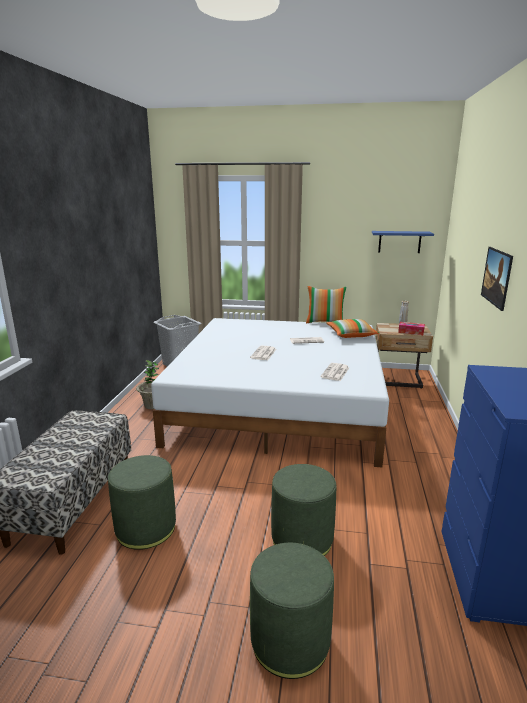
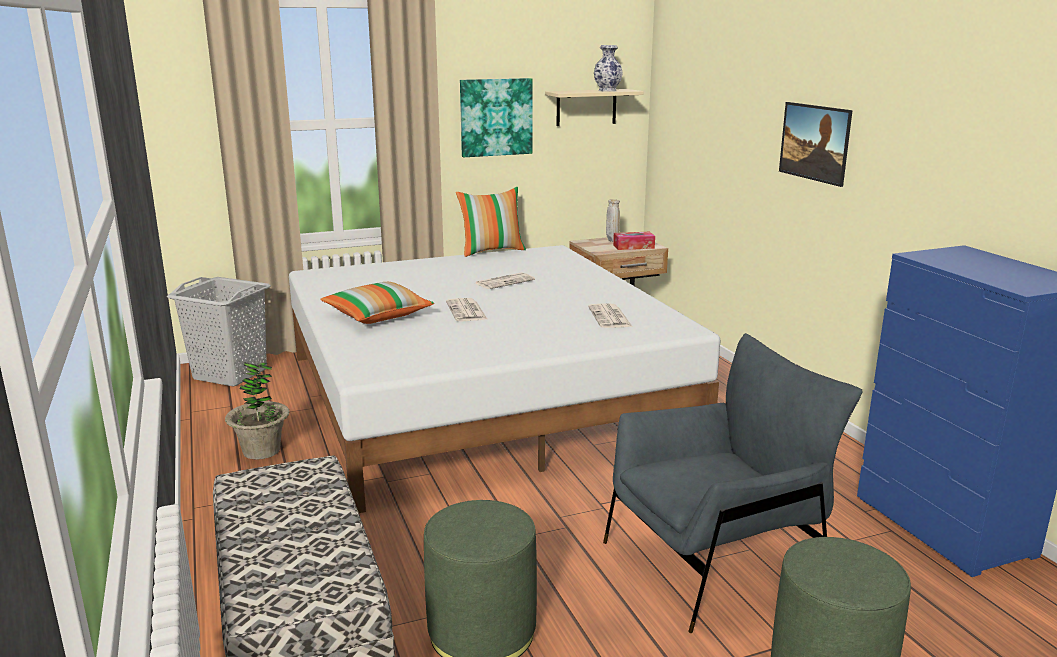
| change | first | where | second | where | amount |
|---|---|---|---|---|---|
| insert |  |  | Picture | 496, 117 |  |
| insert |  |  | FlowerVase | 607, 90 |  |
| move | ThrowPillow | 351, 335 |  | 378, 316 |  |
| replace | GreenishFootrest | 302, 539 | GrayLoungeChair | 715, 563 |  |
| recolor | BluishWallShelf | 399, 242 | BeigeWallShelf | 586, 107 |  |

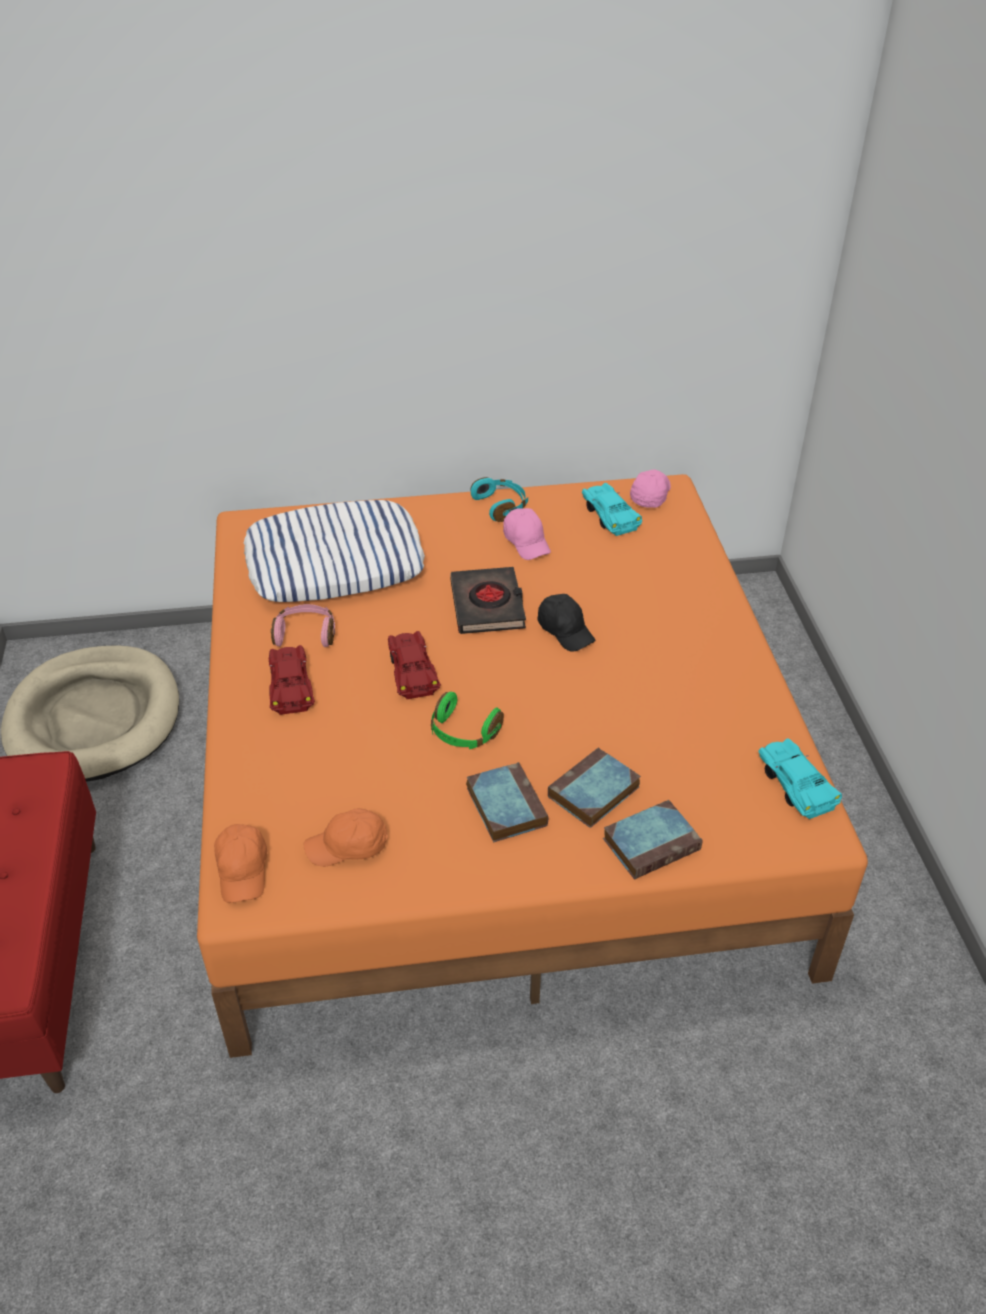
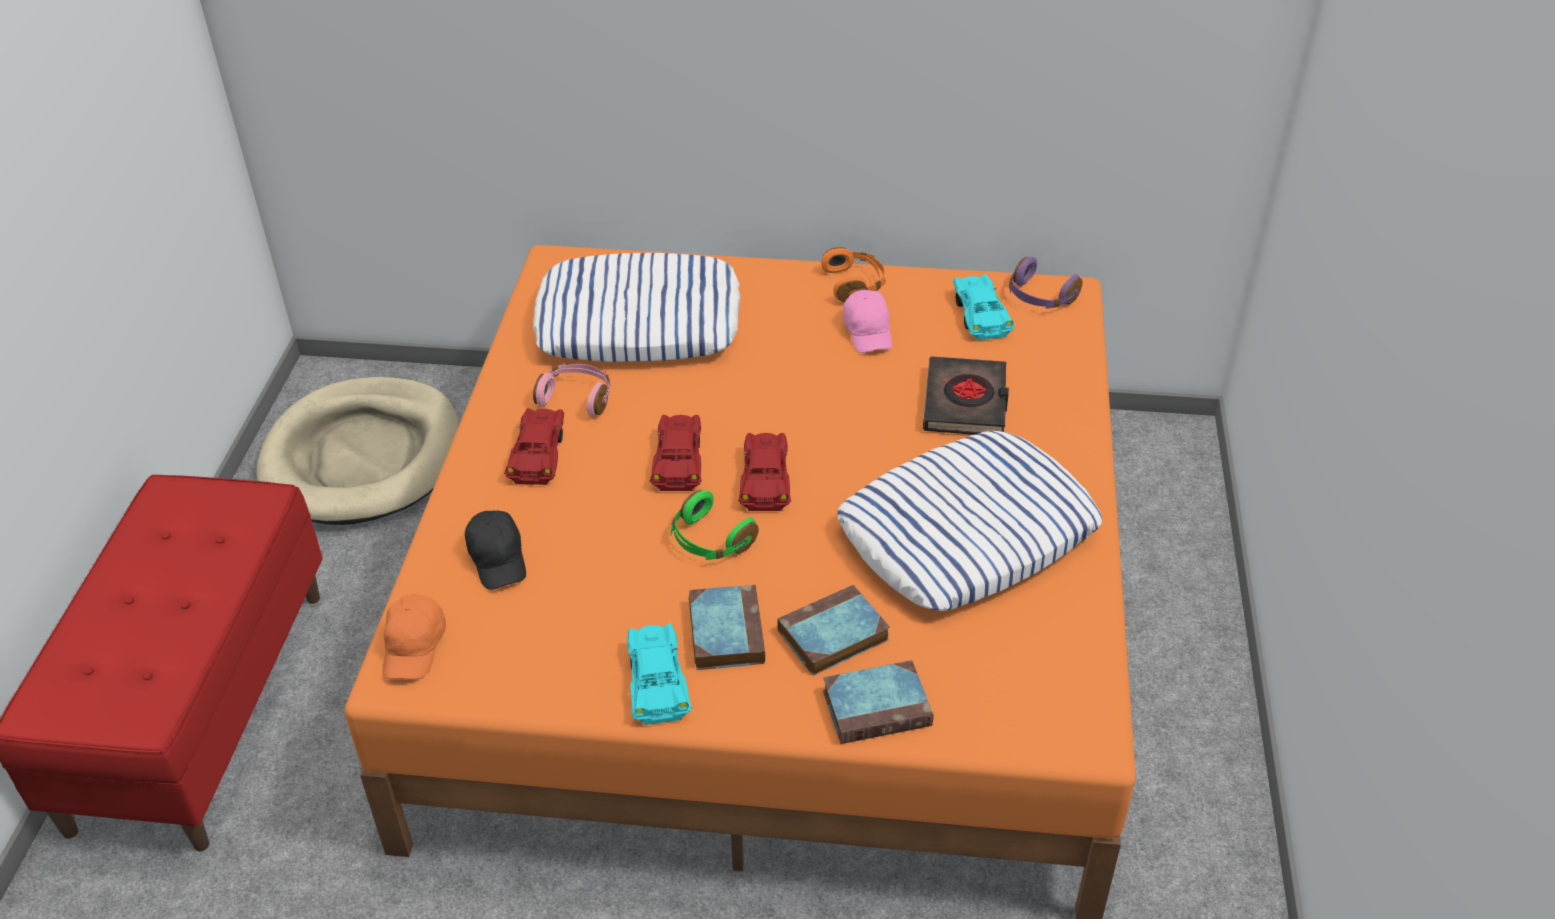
| change | first | where | second | where | amount |
|---|---|---|---|---|---|
| delete | OrangeColouredBaseballCap | 348, 847 |  |  |  |
| insert |  |  | ReddishToyCar | 766, 479 |  |
| insert |  |  | ThrowPillow | 967, 532 |  |
| move | BlackColouredVolume | 488, 606 |  | 965, 403 |  |
| move | BlackColouredBaseballCap | 565, 630 |  | 498, 559 |  |
| move | TurquoiseToyCar | 795, 785 |  | 657, 681 |  |
| replace | PinkishBaseballCap | 650, 495 | PurpleColouredHeadset | 1040, 297 |  |
| recolor | TurquoiseHeadset | 501, 506 | OrangeColouredHeadset | 854, 284 |  |

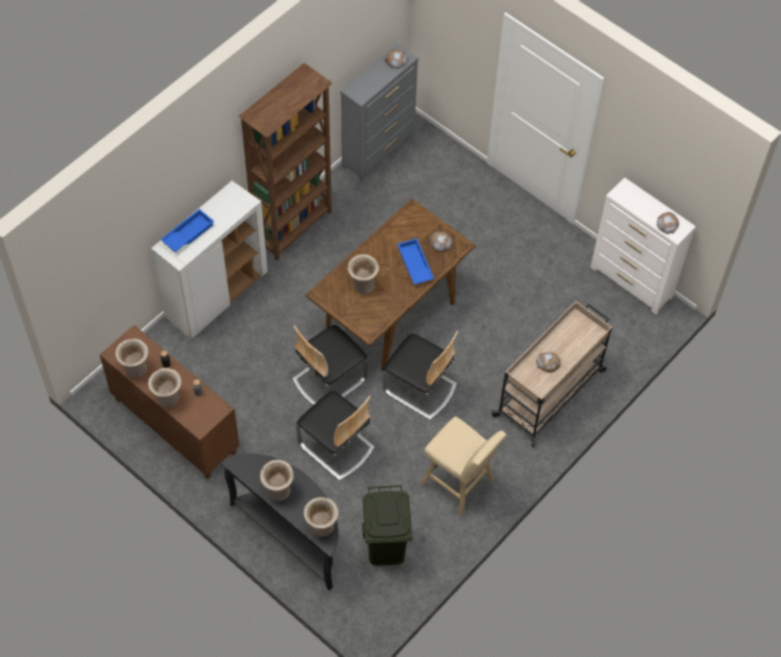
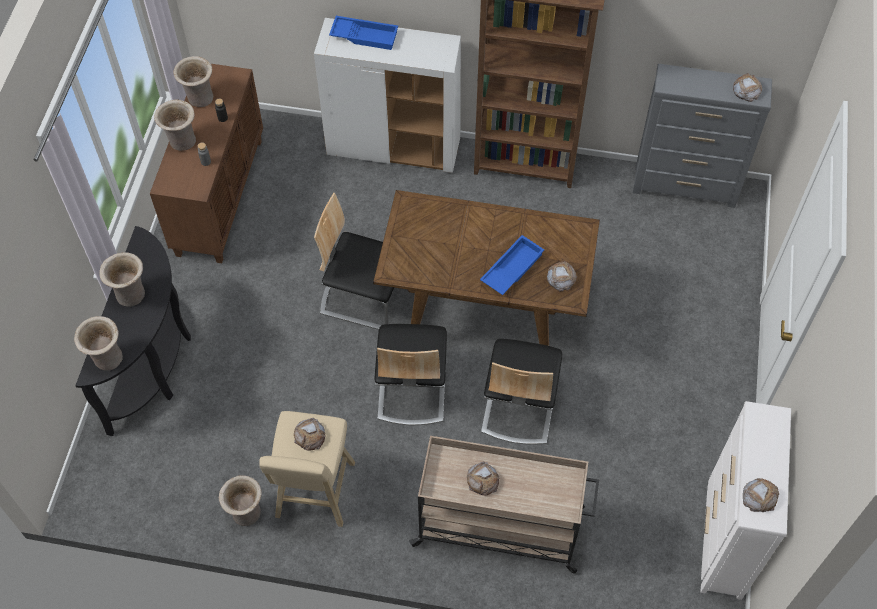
| change | first | where | second | where | amount |
|---|---|---|---|---|---|
| delete | GreenishRubbishBin | 385, 547 |  |  |  |
| insert |  |  | BakeryBread | 310, 436 |  |
| move | Chair | 336, 446 |  | 518, 405 |  |
| move | BeigeFlowerVase | 363, 286 |  | 245, 512 |  |

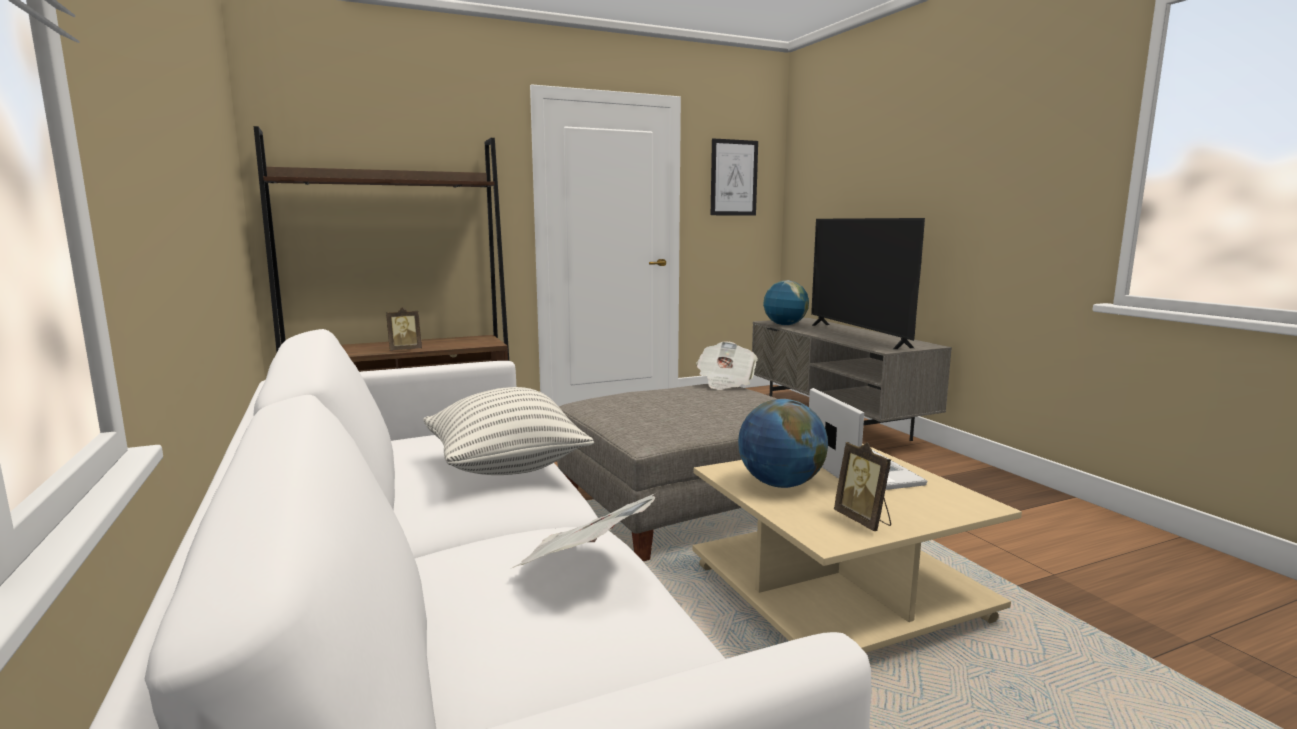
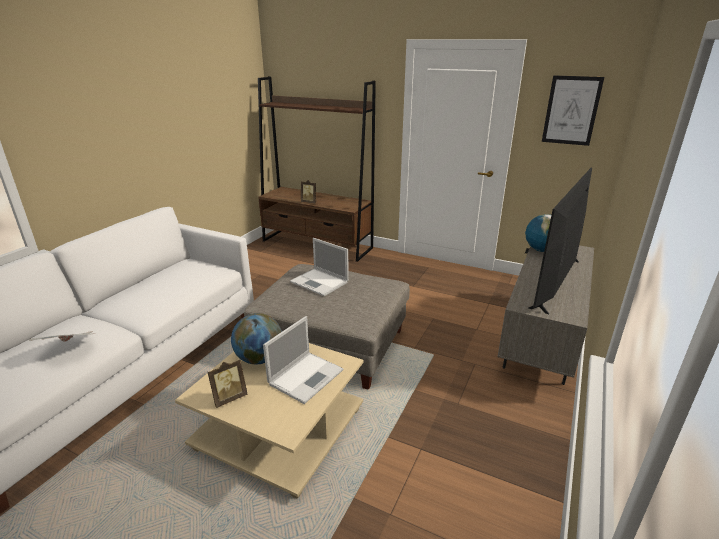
| change | first | where | second | where | amount |
|---|---|---|---|---|---|
| delete | ThrowPillow | 506, 468 |  |  |  |
| delete | DailyPaper | 725, 382 |  |  |  |
| insert |  |  | Laptop | 320, 282 |  |
| rotate | PictureFrame | 864, 520 |  | 229, 398 | 150 degrees counterclockwise |

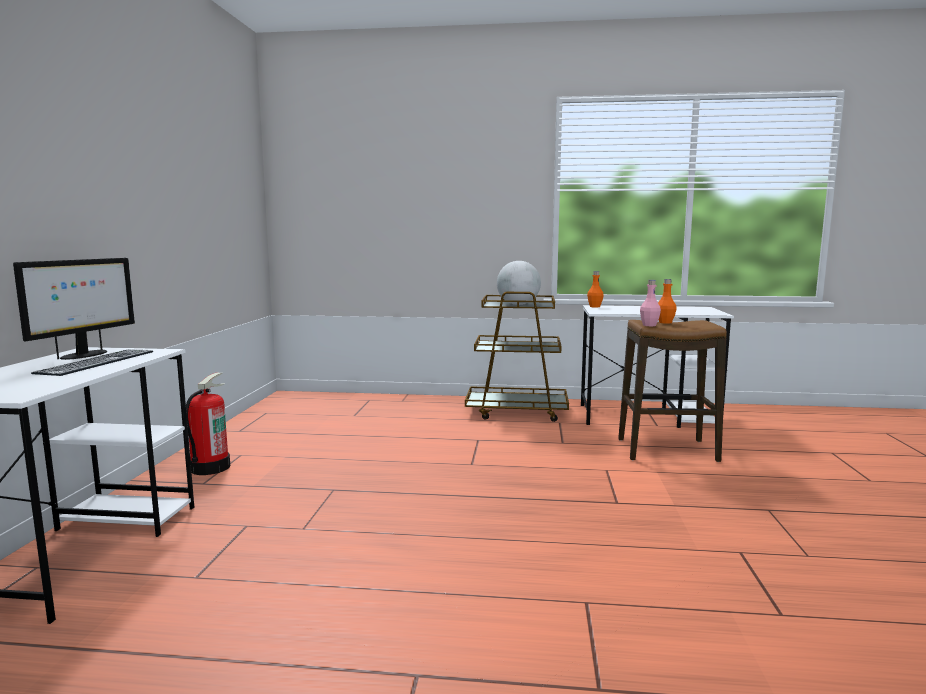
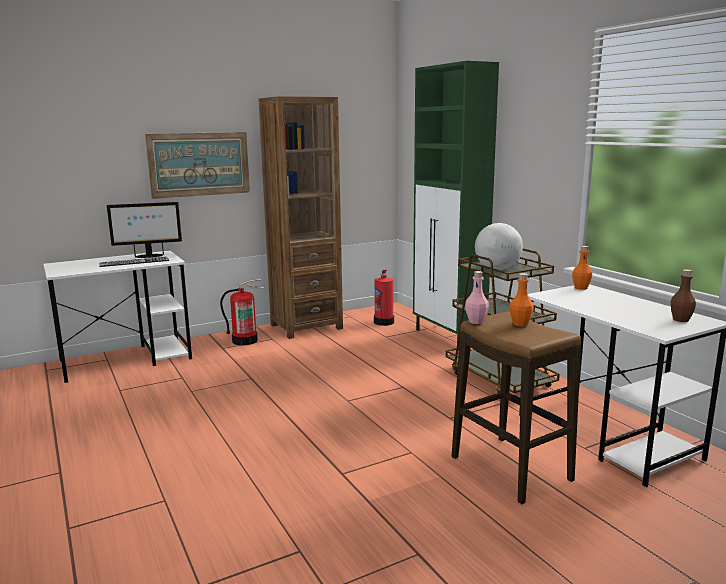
| change | first | where | second | where | amount |
|---|---|---|---|---|---|
| insert |  |  | Picture | 199, 164 |  |
| insert |  |  | BrownishBookshelf | 306, 326 |  |
| insert |  |  | Extinguisher | 384, 322 |  |
| insert |  |  | GreenishCupboard | 448, 337 |  |
| insert |  |  | BrownishBeverageBottle | 680, 319 |  |

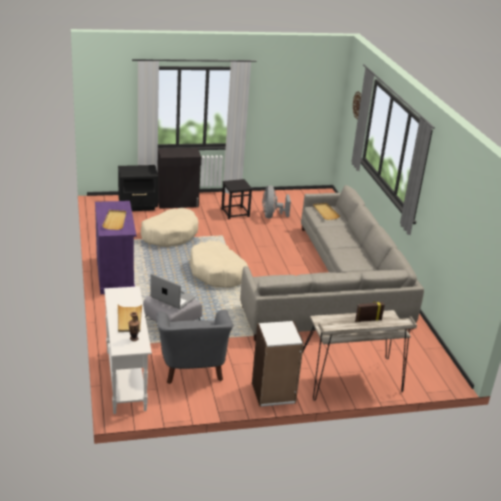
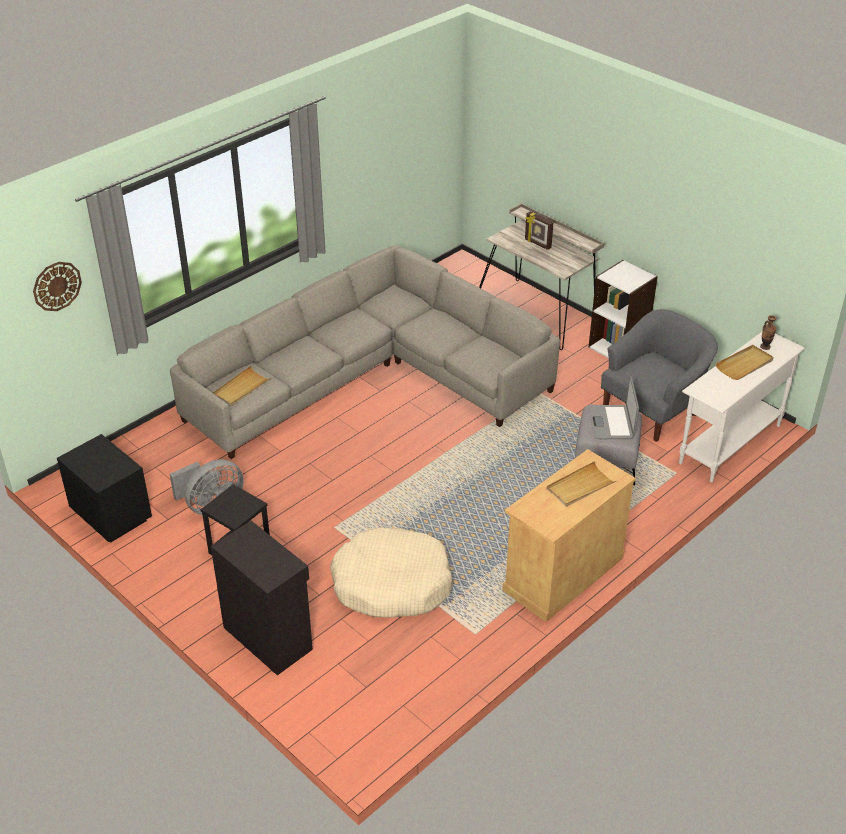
| change | first | where | second | where | amount |
|---|---|---|---|---|---|
| delete | BeigeDogBed | 218, 273 |  |  |  |
| move | BlackColouredNightstand | 138, 206 |  | 112, 515 |  |
| recolor | PurpleColouredCupboard | 115, 274 | BeigeCupboard | 563, 574 |  |

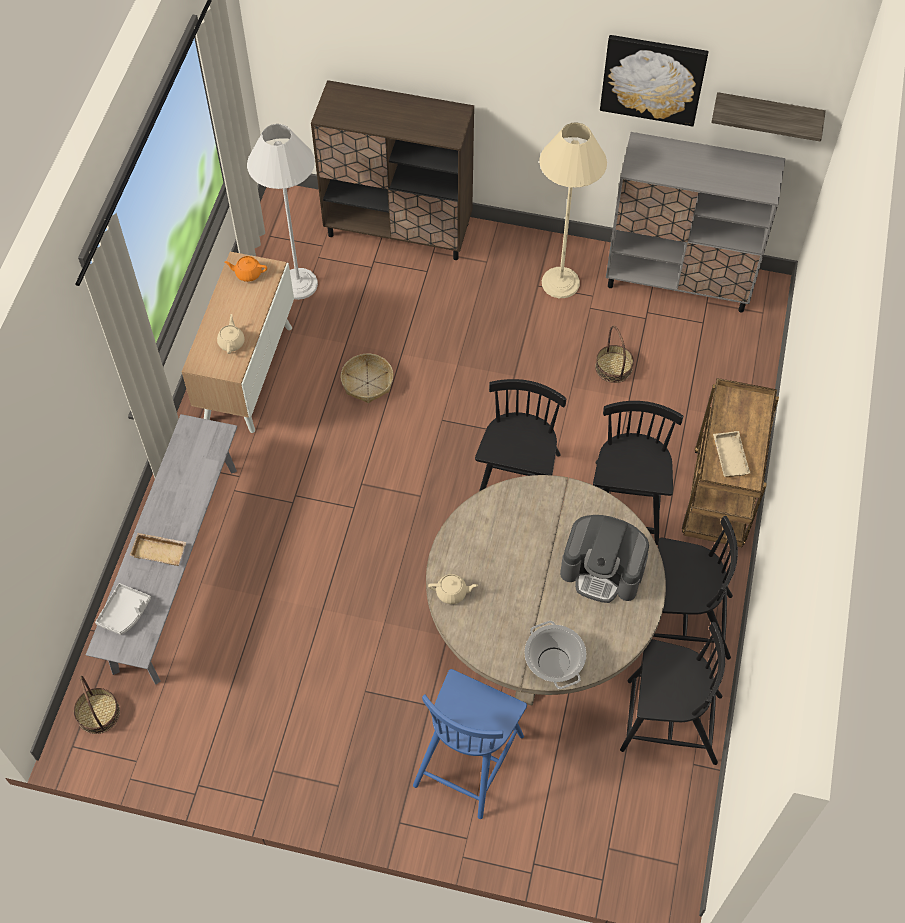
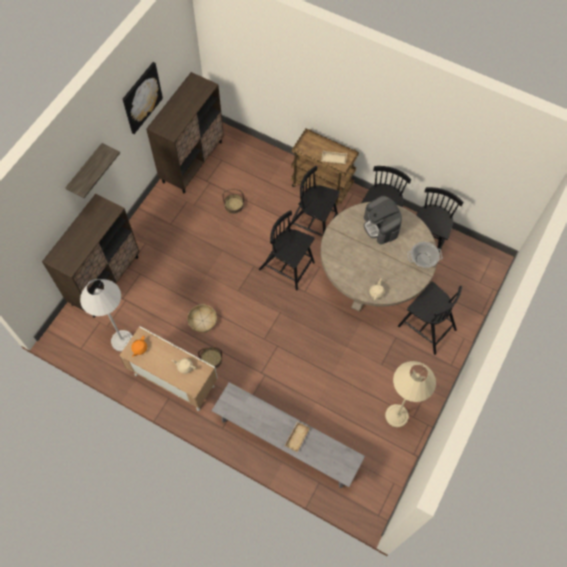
| change | first | where | second | where | amount |
|---|---|---|---|---|---|
| delete | GrayTray | 125, 613 |  |  |  |
| move | Basket | 98, 713 |  | 211, 359 |  |
| move | BeigeStandingLamp | 560, 283 |  | 396, 415 |  |
| move | WallShelf | 767, 114 |  | 86, 171 |  |
| recolor | BluishChair | 469, 758 | BlackColouredChair | 426, 327 |  |
| recolor | GrayCupboard | 679, 280 | BrownishCupboard | 192, 161 |  |
| rotate | CoffeeMaker | 603, 570 |  | 381, 226 | 120 degrees clockwise |

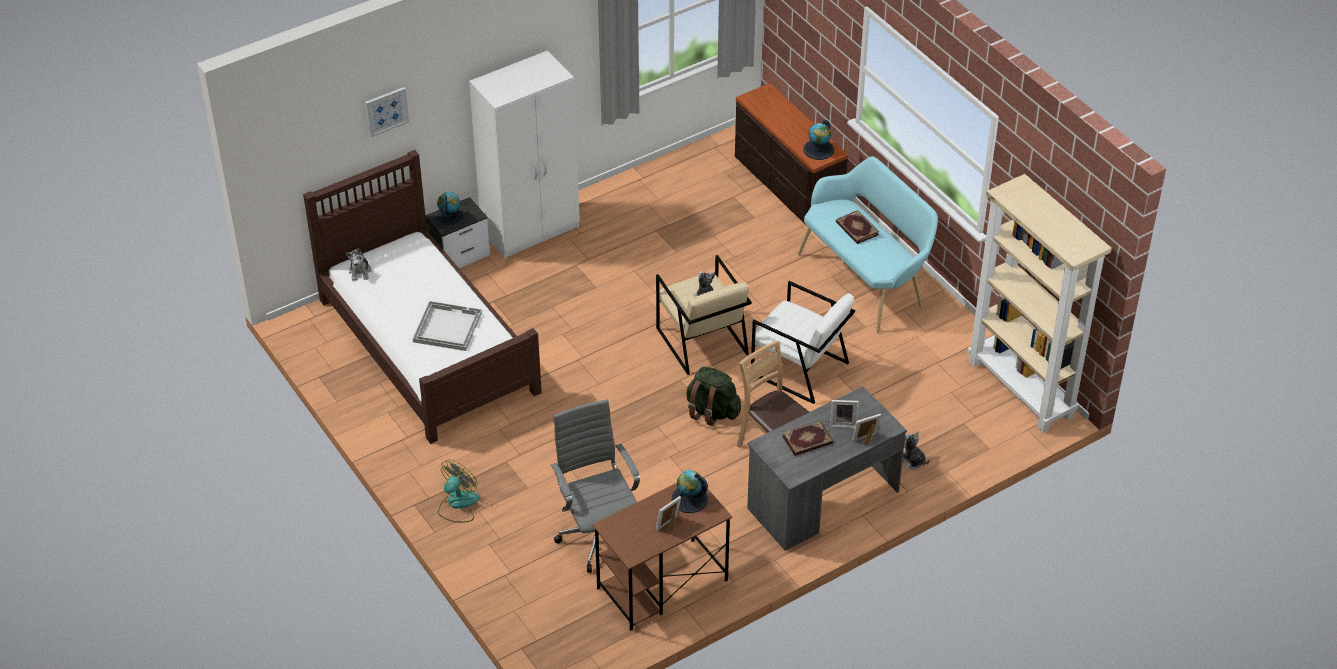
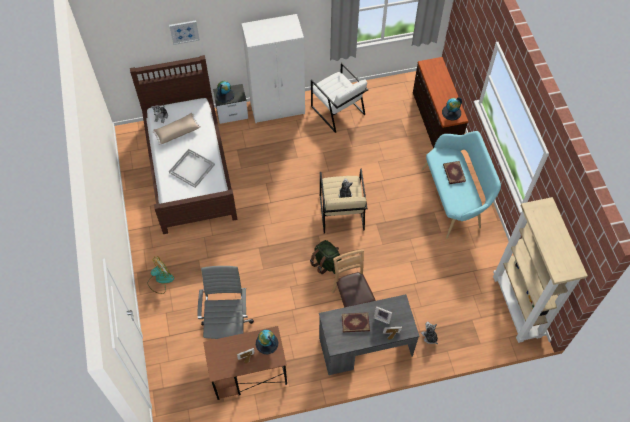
| change | first | where | second | where | amount |
|---|---|---|---|---|---|
| insert |  |  | BeigeThrowPillow | 177, 132 |  |
| move | WhiteColouredLoungeChair | 799, 369 |  | 337, 110 |  |

